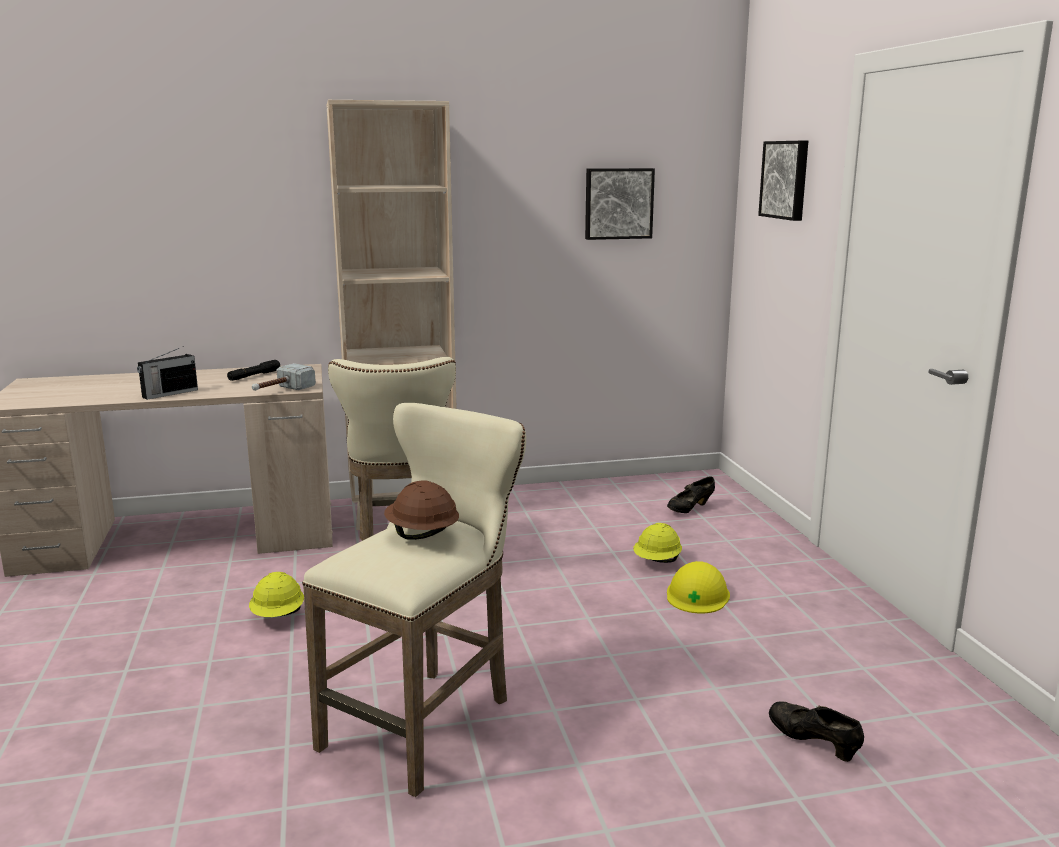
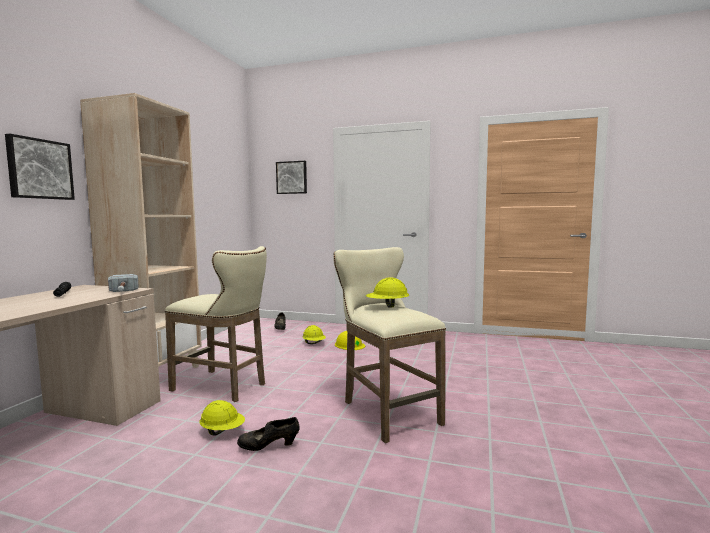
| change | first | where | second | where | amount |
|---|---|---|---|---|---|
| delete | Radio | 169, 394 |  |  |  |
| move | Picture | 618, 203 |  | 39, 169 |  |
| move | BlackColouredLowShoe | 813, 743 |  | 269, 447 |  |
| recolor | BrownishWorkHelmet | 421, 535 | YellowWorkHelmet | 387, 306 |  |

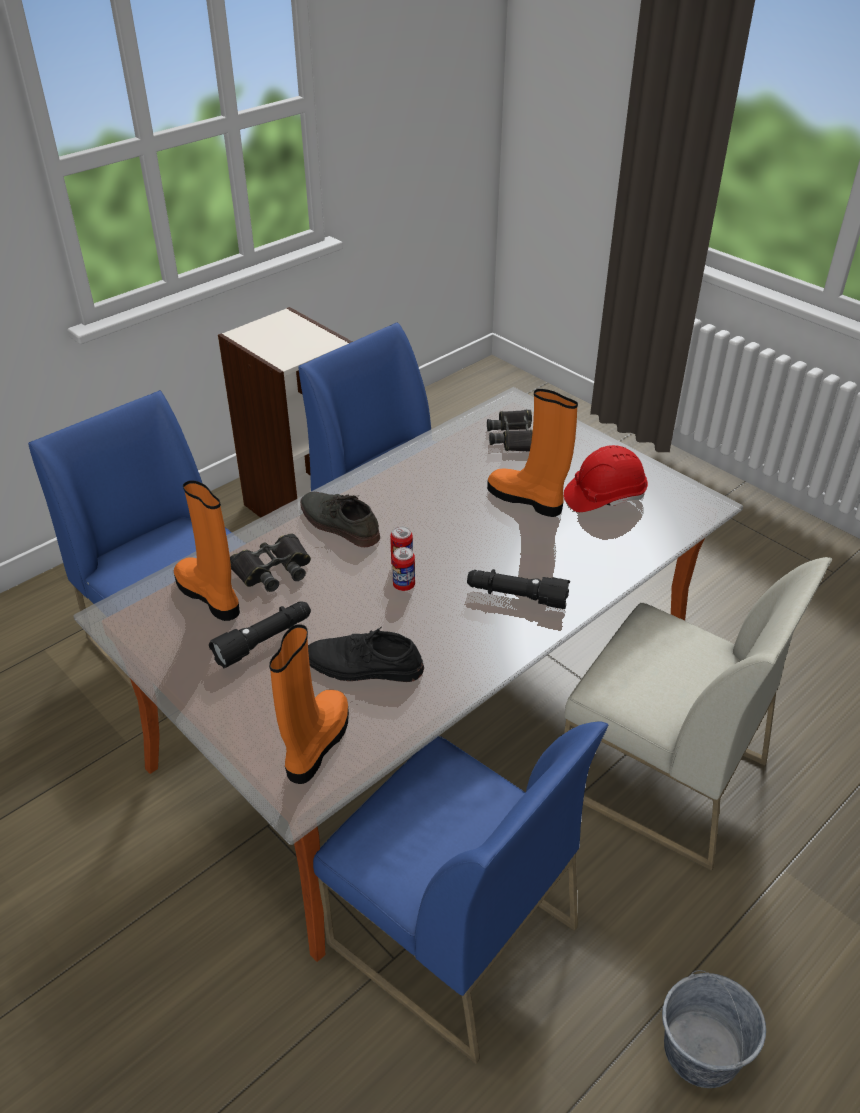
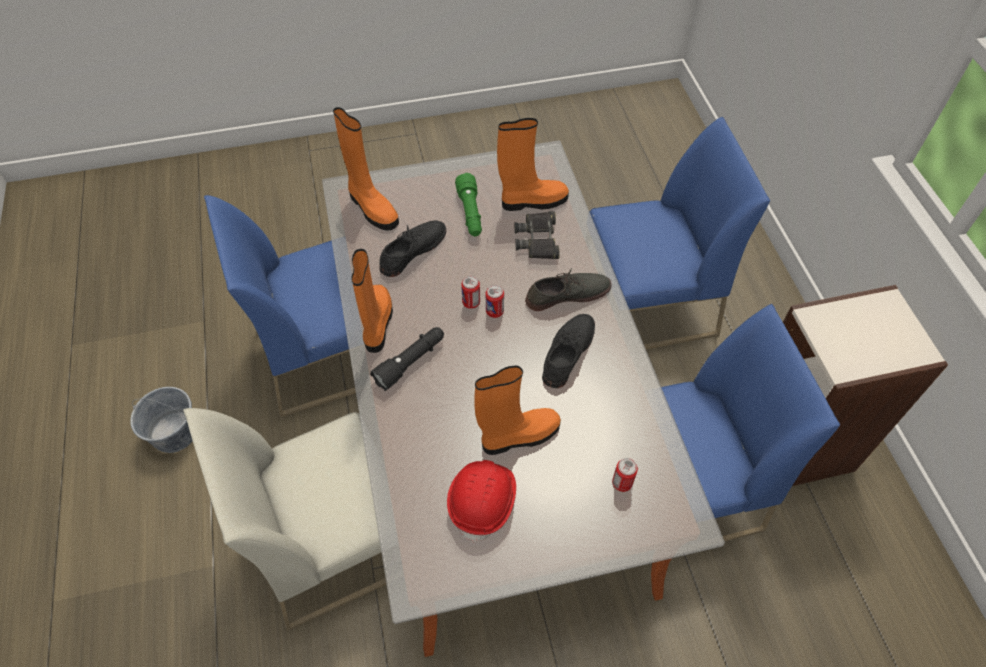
| change | first | where | second | where | amount |
|---|---|---|---|---|---|
| insert |  |  | OrangeColouredBoot | 376, 323 |  |
| insert |  |  | BlackColouredLowShoe | 567, 352 |  |
| replace | BlackColouredBinoculars | 513, 437 | SealedCan | 622, 483 |  |
| recolor | BlackColouredFlashlight | 264, 641 | GreenishFlashlight | 470, 213 |  |

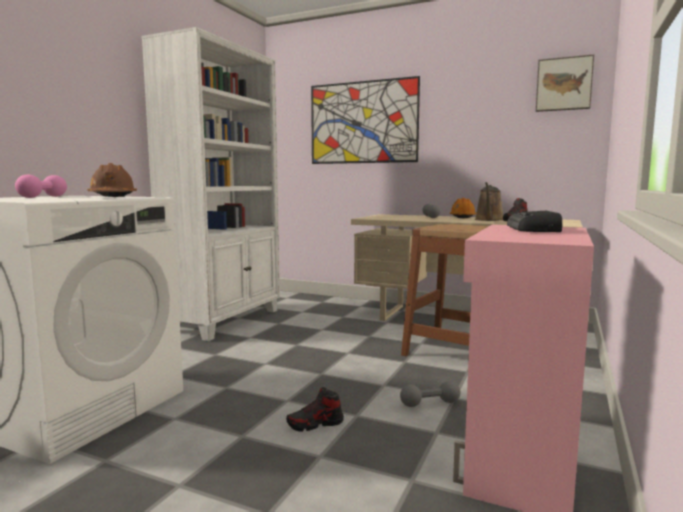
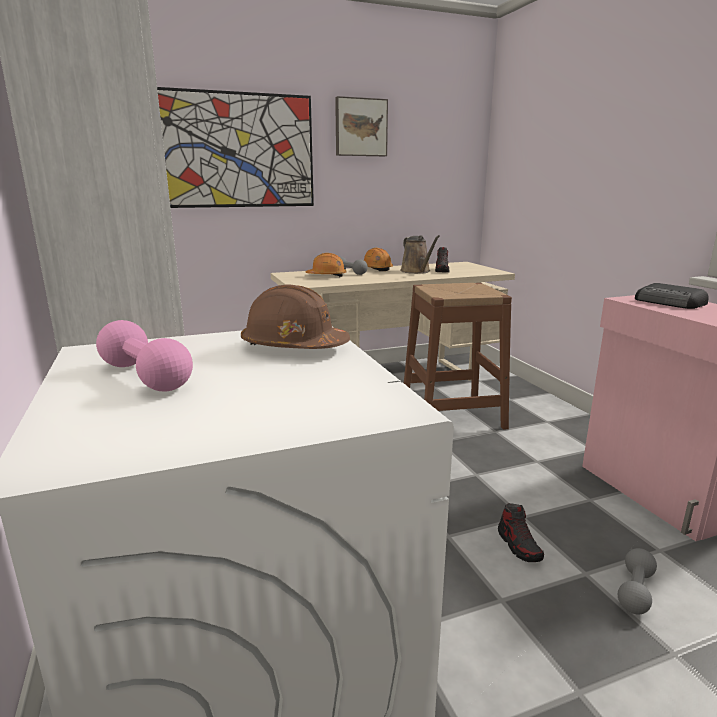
| change | first | where | second | where | amount |
|---|---|---|---|---|---|
| insert |  |  | OrangeColouredWorkHelmet | 326, 276 |  |
| move | GrayHandWeight | 430, 403 |  | 635, 591 |  |
| move | Picture | 564, 84 |  | 360, 127 |  |
| rotate | LowShoe | 315, 424 |  | 519, 545 | 45 degrees counterclockwise |

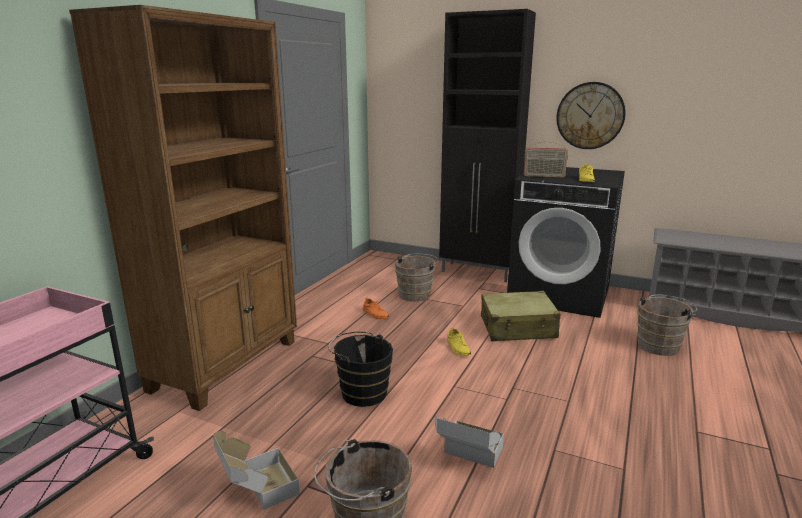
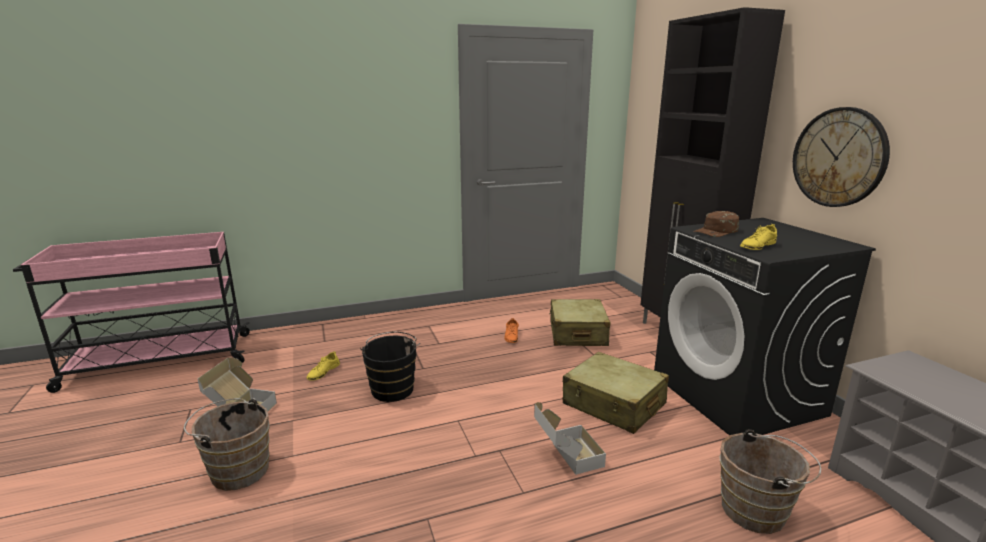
| change | first | where | second | where | amount |
|---|---|---|---|---|---|
| delete | BrownishBookshelf | 227, 365 |  |  |  |
| move | Carton | 469, 458 |  | 566, 458 |  |
| move | YellowLowShoe | 458, 348 |  | 323, 372 |  |
| replace | BrownishPail | 416, 294 | BeigePieceOfLuggage | 577, 333 |  |
| replace | Radio | 544, 176 | BrownishBaseballCap | 716, 231 |  |

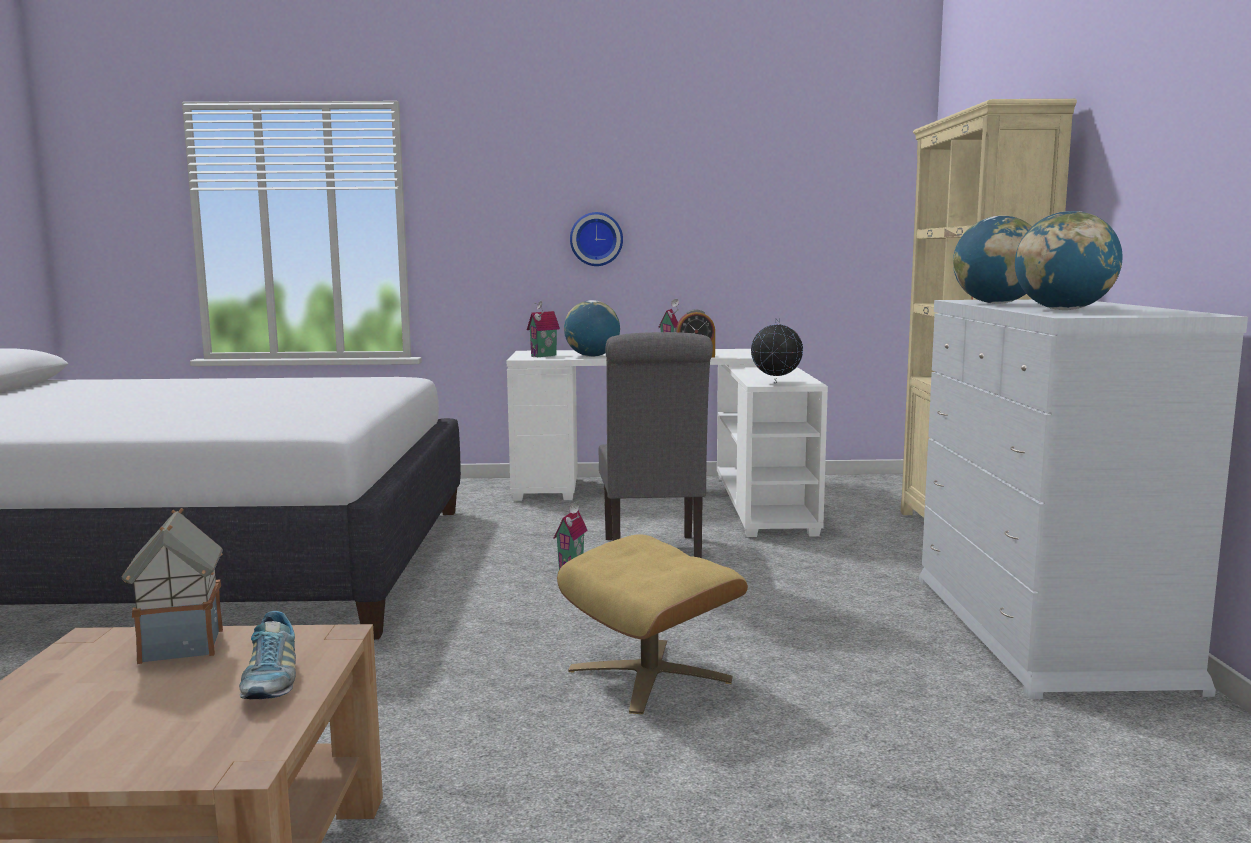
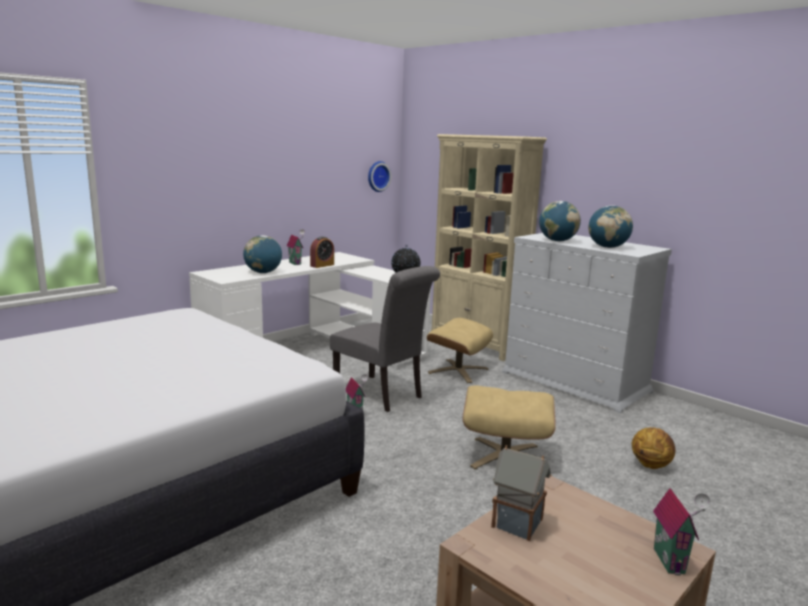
| change | first | where | second | where | amount |
|---|---|---|---|---|---|
| delete | LowShoe | 270, 681 |  |  |  |
| insert |  |  | BeigeFootrest | 458, 370 |  |
| insert |  |  | BallForBasketball | 650, 465 |  |
| move | ToyHouse | 544, 356 |  | 672, 561 |  |
| move | ClockOnTheWall | 596, 239 |  | 377, 176 |  |

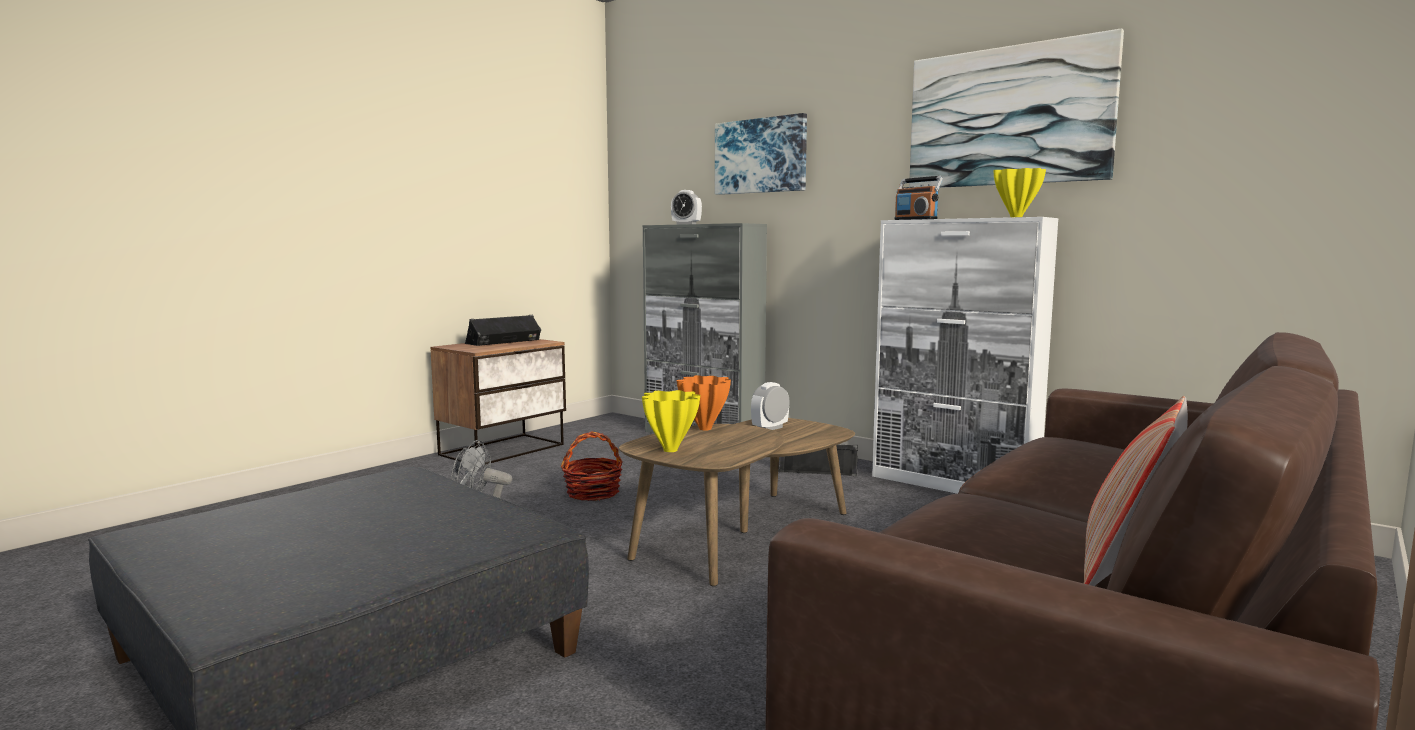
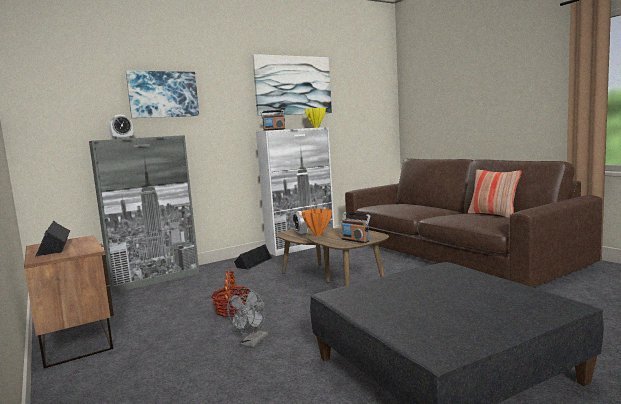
| change | first | where | second | where | amount |
|---|---|---|---|---|---|
| replace | YellowFlowerVase | 671, 450 | Radio | 355, 240 |  |

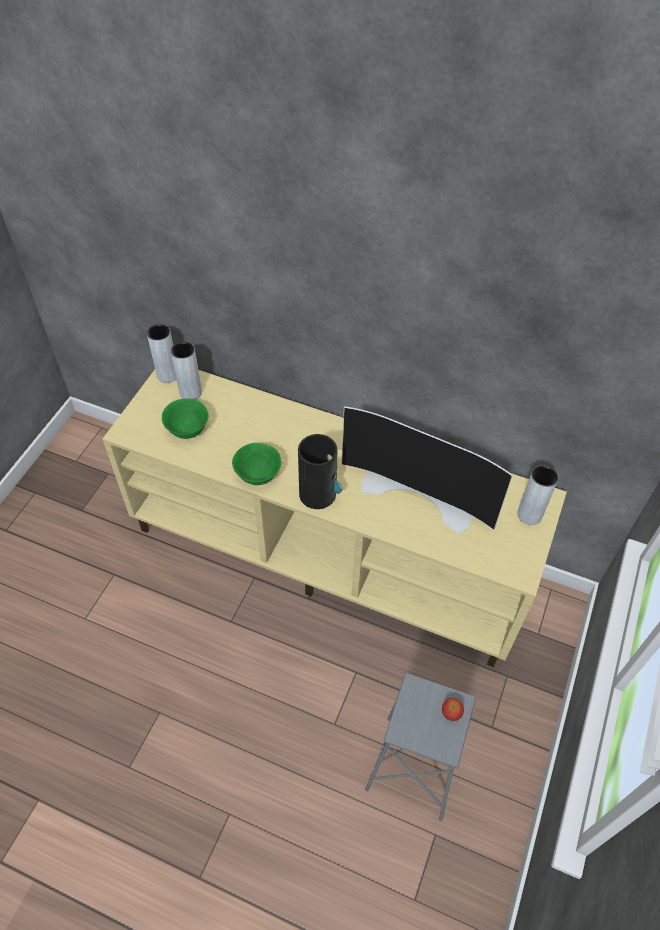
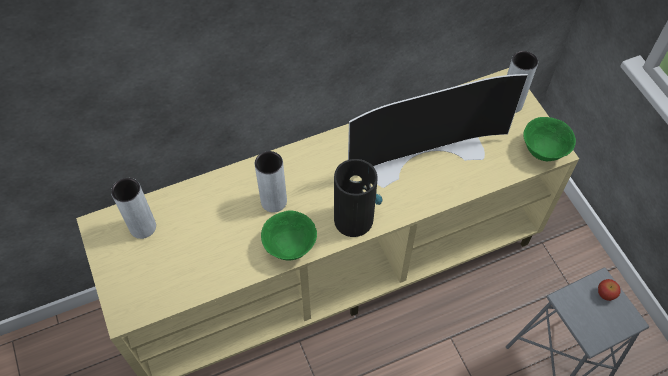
| change | first | where | second | where | amount |
|---|---|---|---|---|---|
| move | GrayFlowerVase | 168, 375 |  | 274, 201 |  |
| move | GreenishServingBowl | 188, 430 |  | 543, 151 |  |

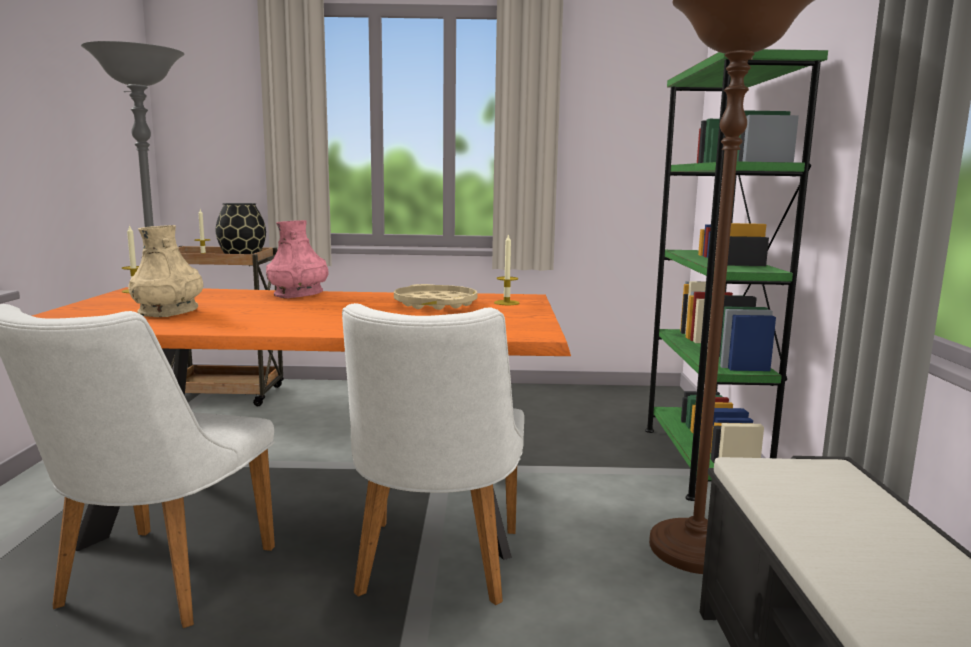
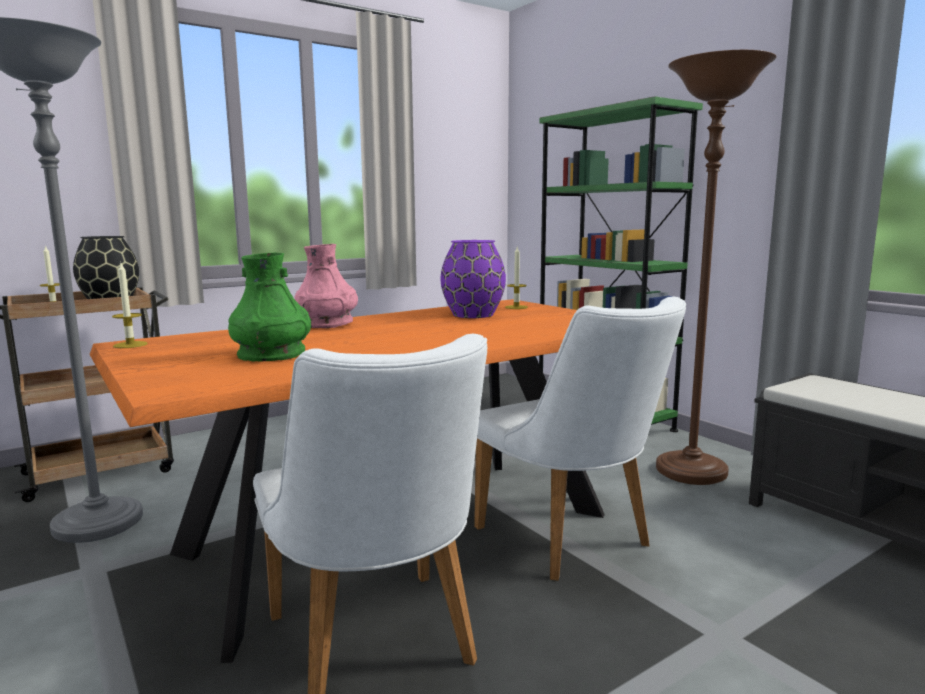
| change | first | where | second | where | amount |
|---|---|---|---|---|---|
| replace | BeigeTray | 435, 304 | PurpleColouredFlowerVase | 473, 314 |  |
| recolor | BeigeFlowerVase | 168, 312 | GreenishFlowerVase | 272, 354 |  |

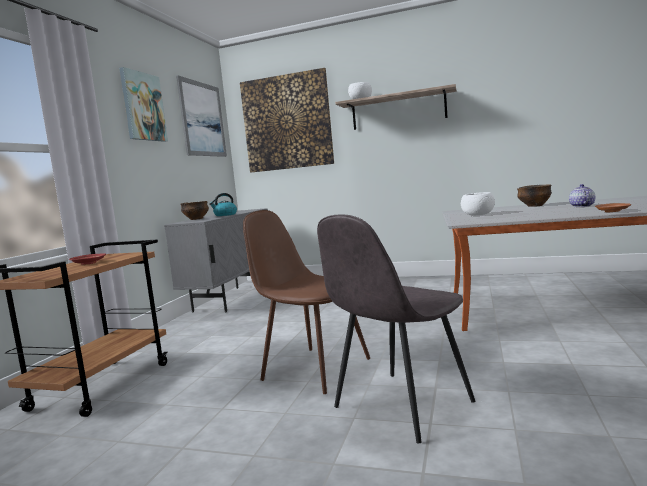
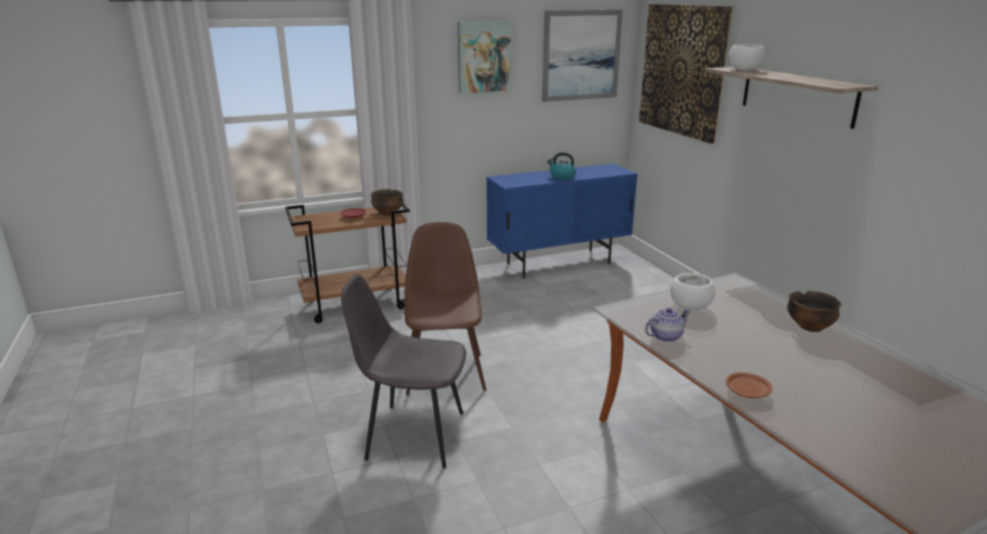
| change | first | where | second | where | amount |
|---|---|---|---|---|---|
| move | ServingBowl | 196, 219 |  | 387, 213 |  |
| move | Teapot | 581, 206 |  | 665, 336 |  |
| recolor | GrayCupboard | 232, 299 | BluishCupboard | 559, 263 |  |

